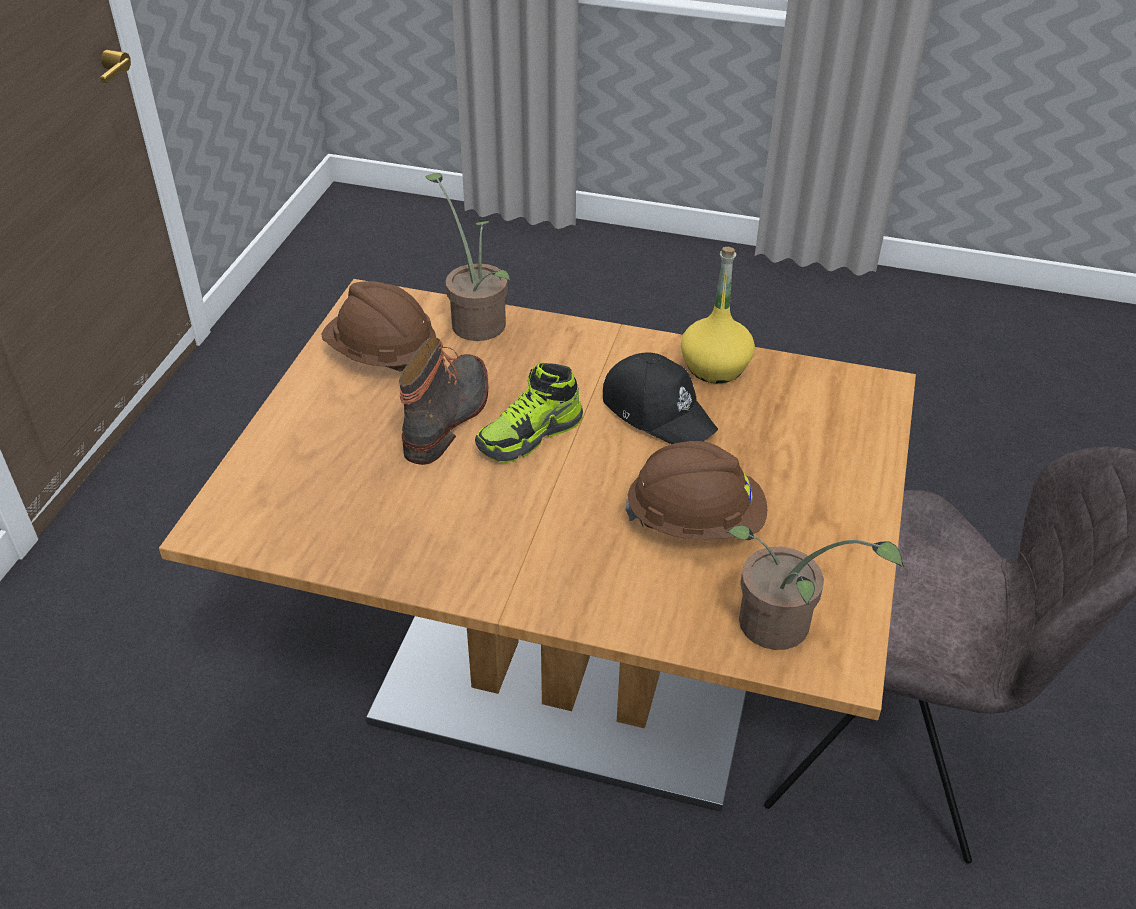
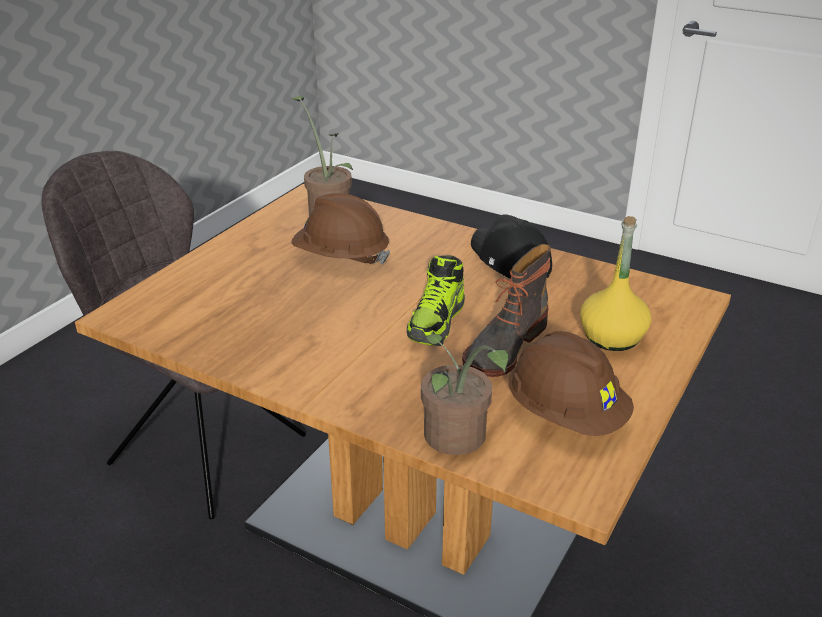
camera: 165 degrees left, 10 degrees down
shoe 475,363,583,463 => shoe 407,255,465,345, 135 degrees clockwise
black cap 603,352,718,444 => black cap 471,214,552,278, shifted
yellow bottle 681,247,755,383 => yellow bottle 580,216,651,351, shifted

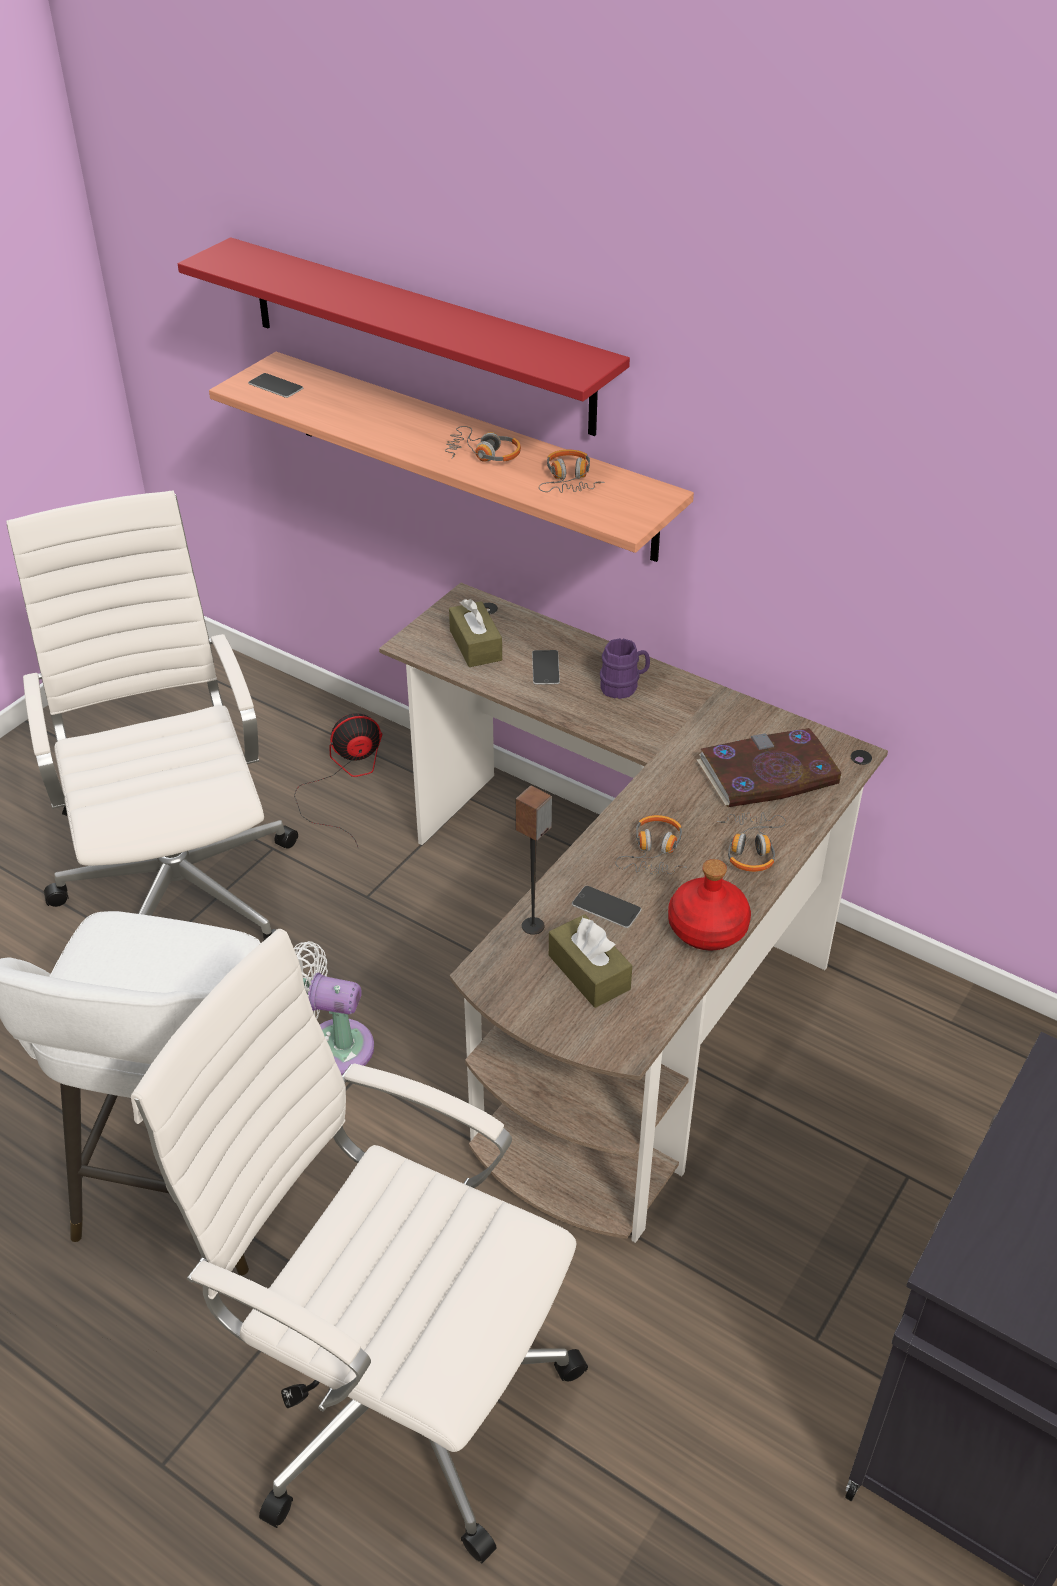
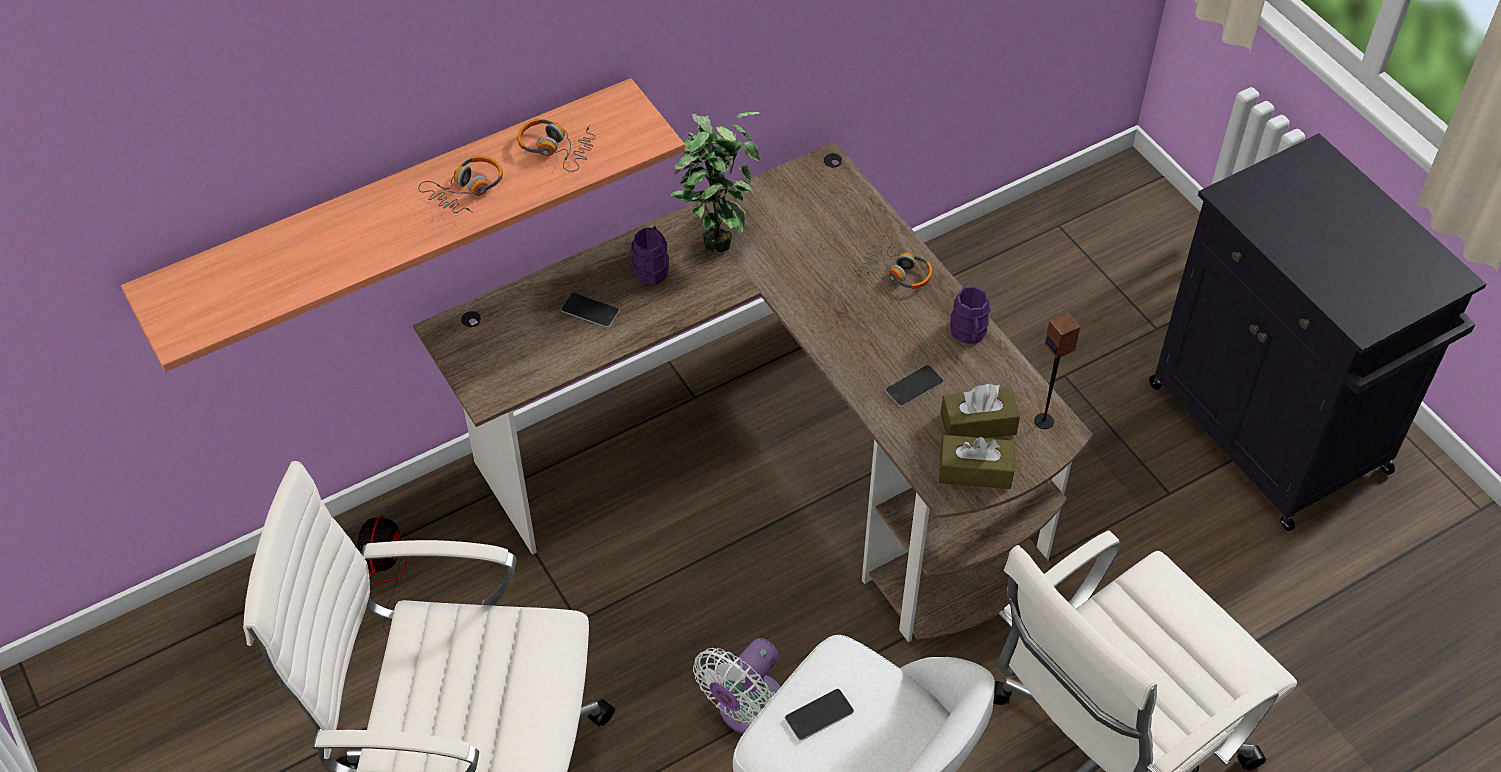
camera: 65 degrees left, 10 degrees up
nothing => potted plant 671,112,761,252
phone 248,373,303,398 => phone 785,689,854,740, shifted
brown tissue box 449,599,502,667 => brown tissue box 939,435,1015,489, shifted
red bottle 668,859,751,951 => purple mug 950,286,991,344
speaker 516,785,552,935 => speaker 1034,313,1080,429, shifted
red shelf 178,237,630,436 => nothing
headphones 615,815,687,875 => nothing
book 697,728,842,807 => nothing

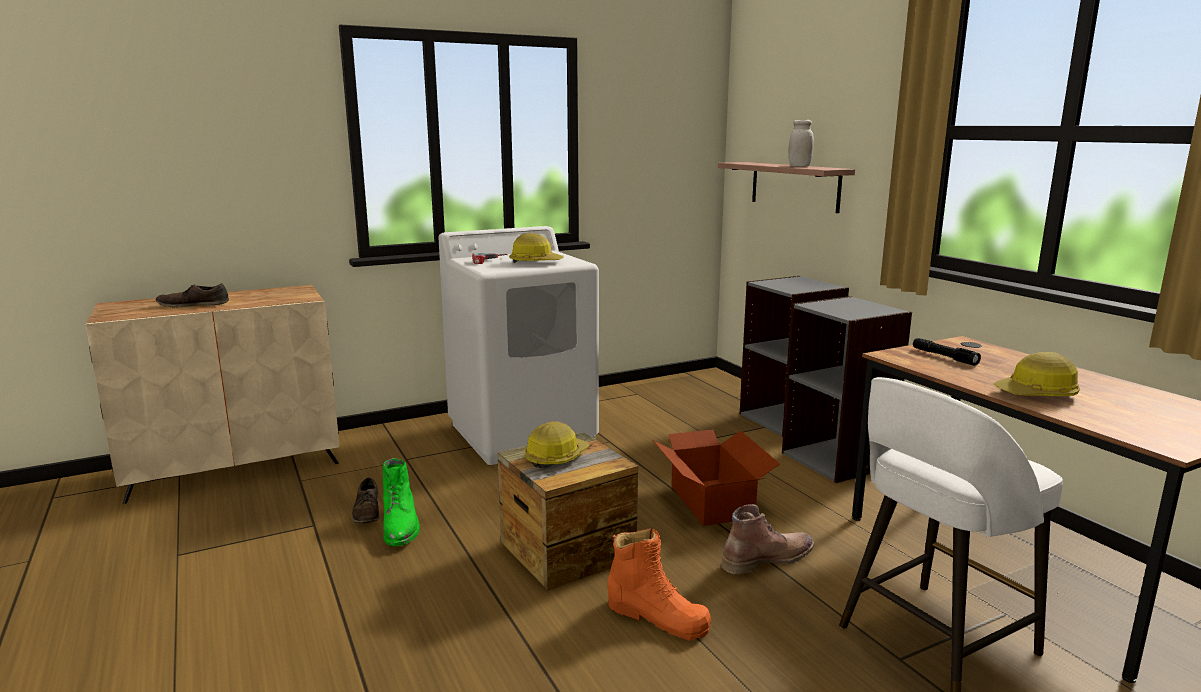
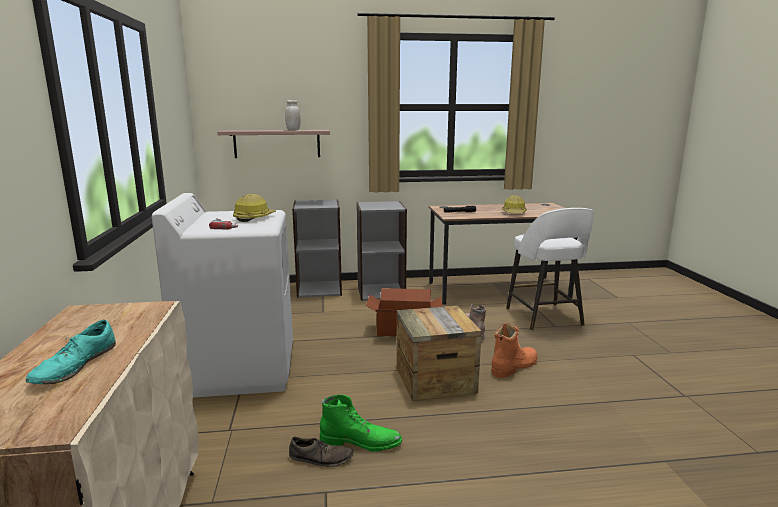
camera: 70 degrees left, 0 degrees up
brown shoe 156,283,229,307 => turquoise shoe 26,320,116,384
hard hat 525,421,589,468 => nothing

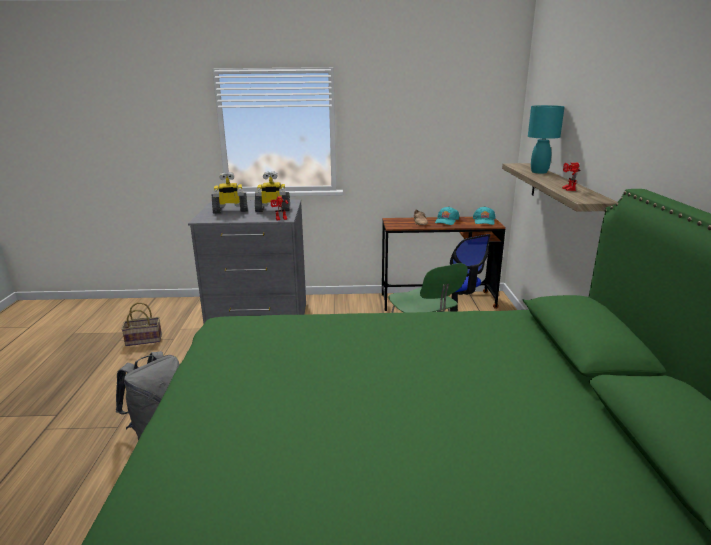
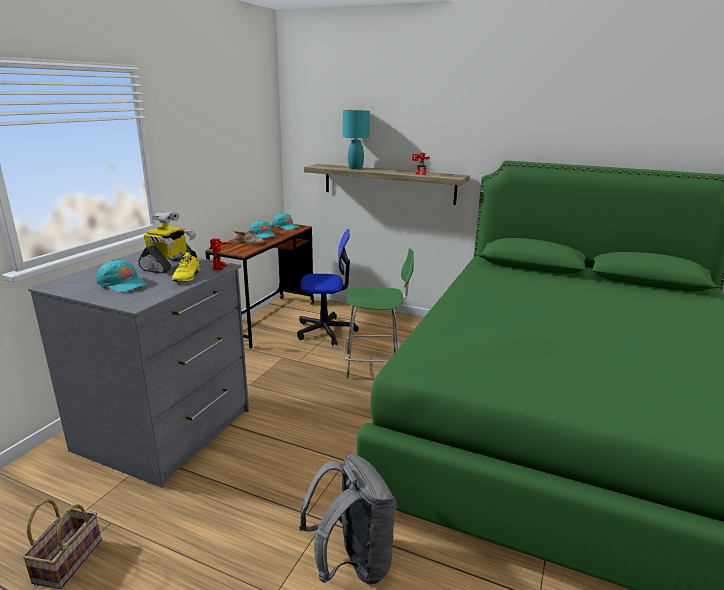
camera: 65 degrees left, 0 degrees up
toy robot 212,172,248,214 => turquoise cap 96,259,148,293
nothing => yellow shoe 172,251,201,282

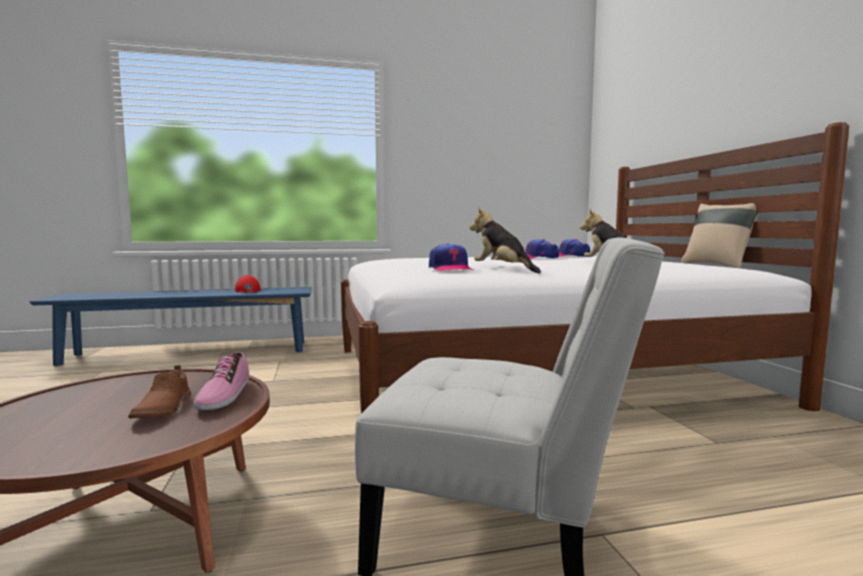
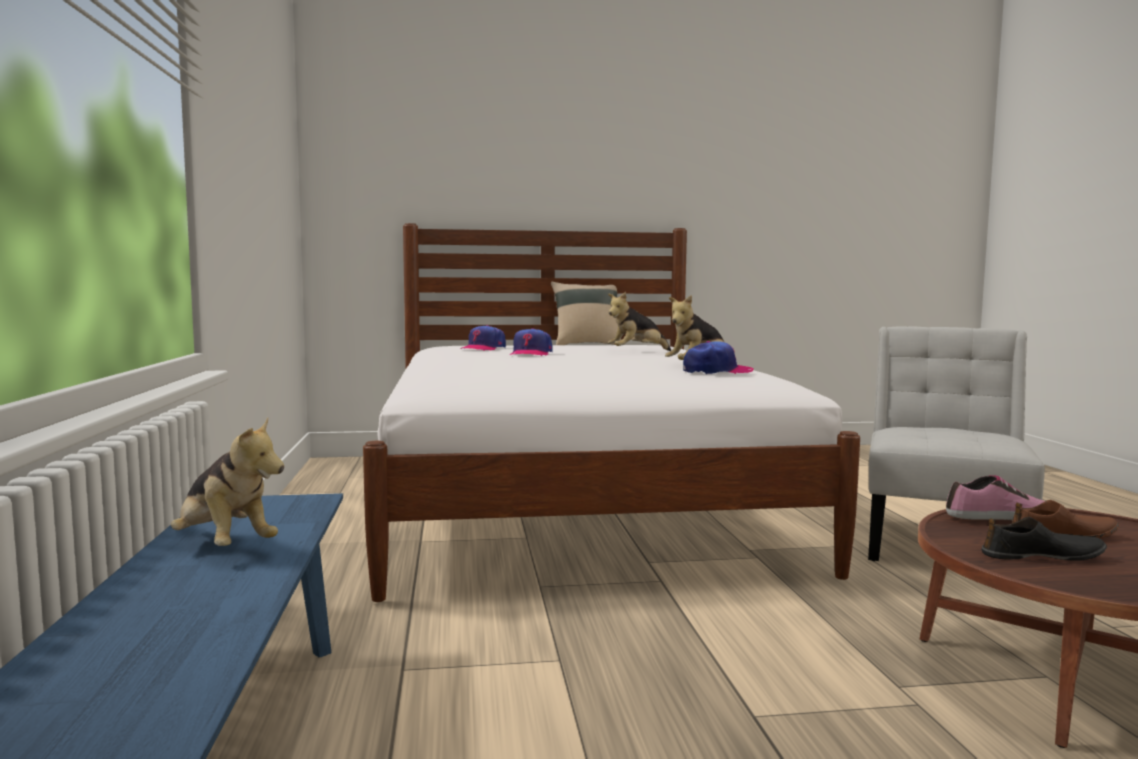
camera: 85 degrees left, 0 degrees up
red cap 235,275,261,293 => plush toy 171,417,284,546
nothing => black shoe 981,517,1107,561

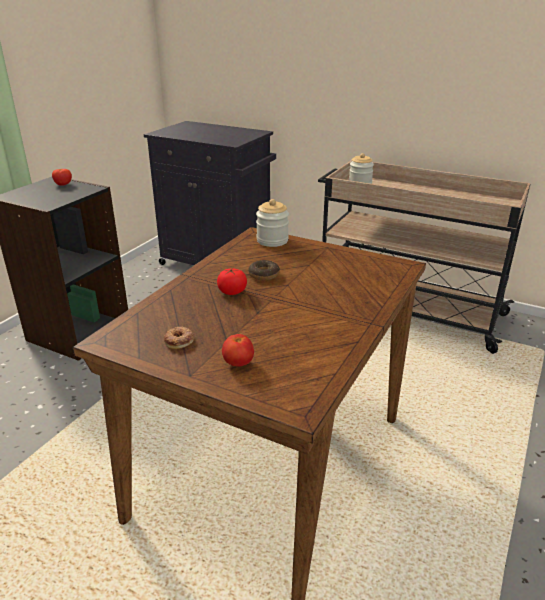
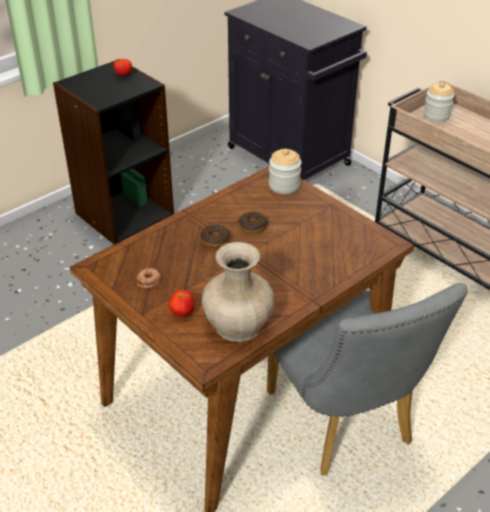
camera: 20 degrees right, 10 degrees up
tomato 217,269,247,295 => donut 200,225,230,247
nothing => beige vase 202,242,274,342
nothing => grey chair 267,283,468,476

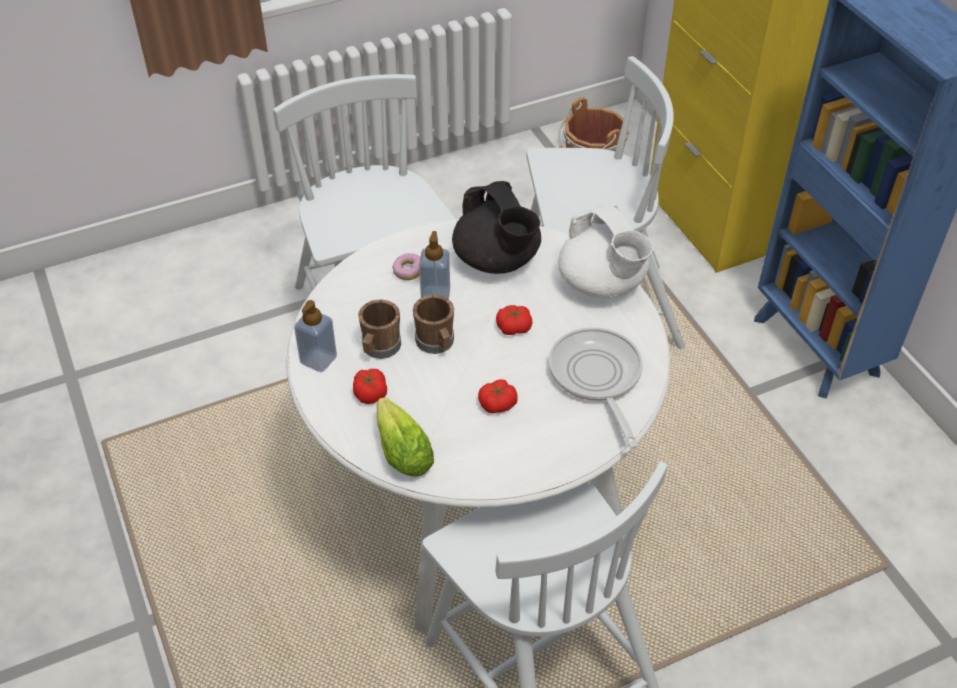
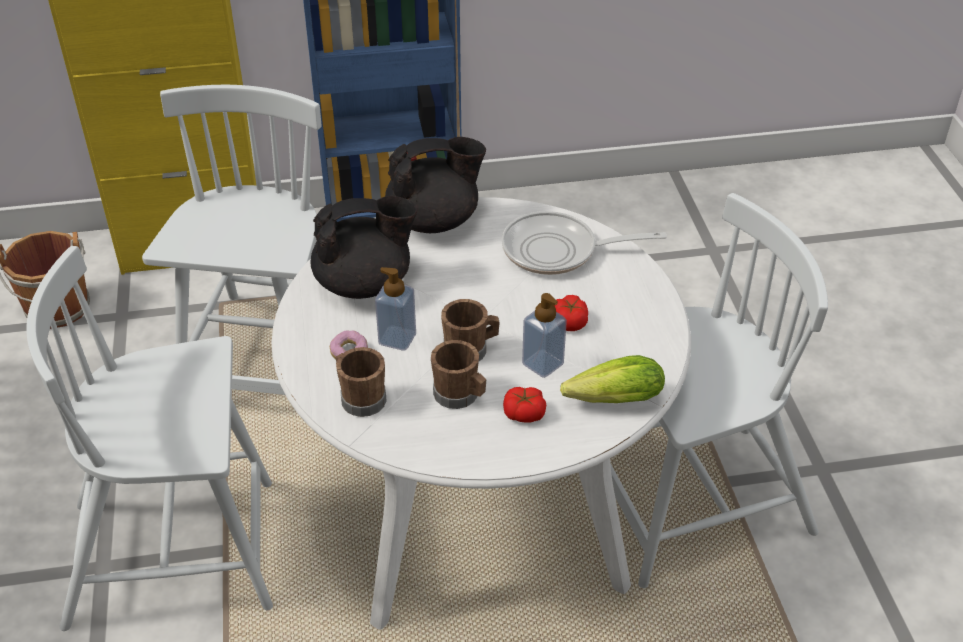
camera: 75 degrees left, 5 degrees down
nothing => brown mug 336,347,387,417
white teapot 558,204,654,299 => black teapot 385,137,486,233
soap dispenser 294,300,337,372 => soap dispenser 522,293,567,378, shifted
tomato 496,305,533,335 => nothing

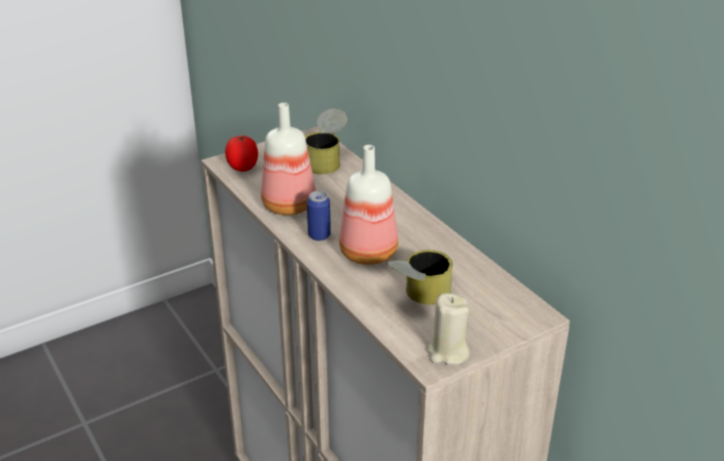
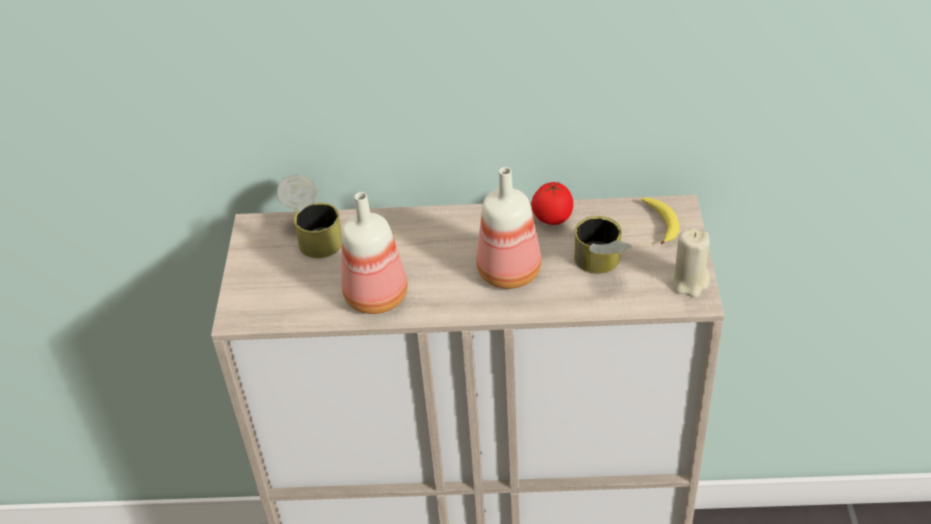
camera: 55 degrees left, 10 degrees up
tomato 225,136,258,172 => tomato 531,182,573,225, shifted
nothing => banana 641,198,679,245
can 307,191,331,241 => nothing

